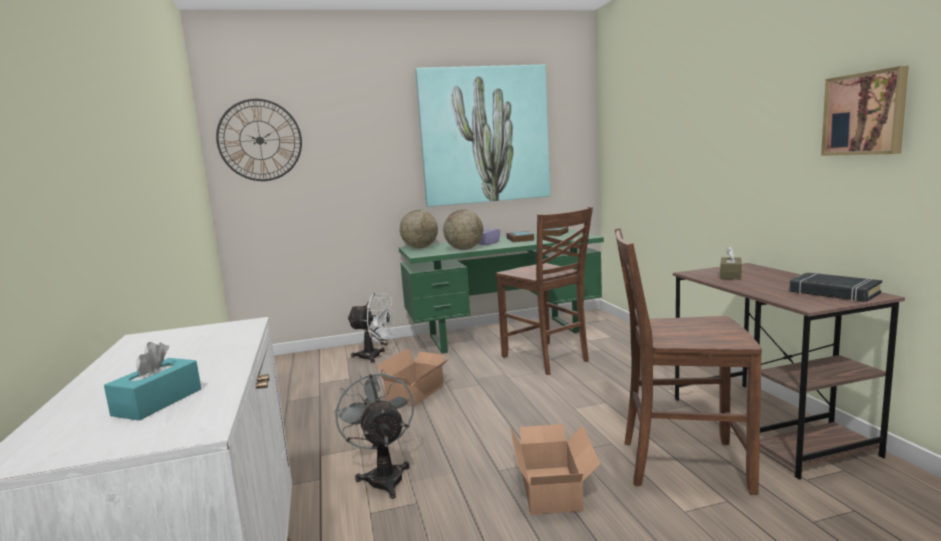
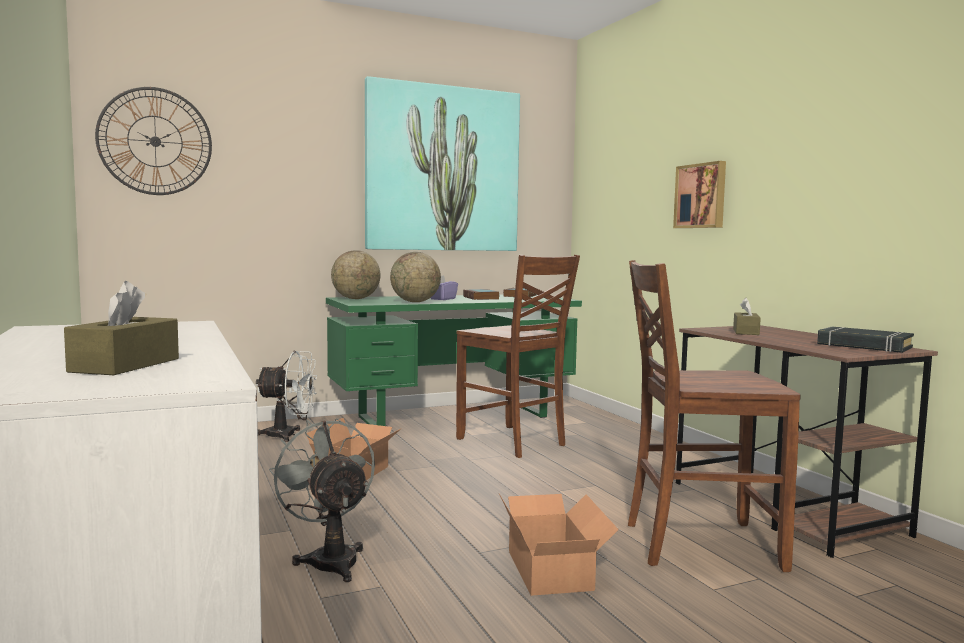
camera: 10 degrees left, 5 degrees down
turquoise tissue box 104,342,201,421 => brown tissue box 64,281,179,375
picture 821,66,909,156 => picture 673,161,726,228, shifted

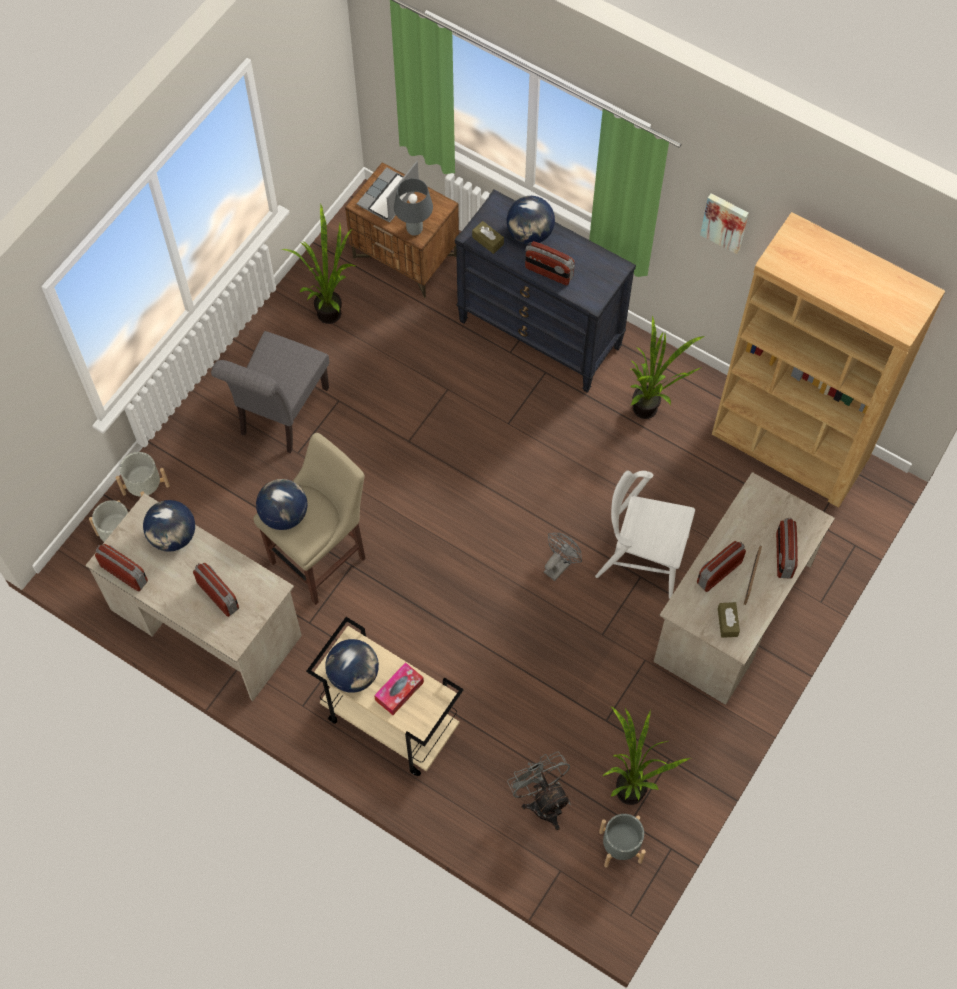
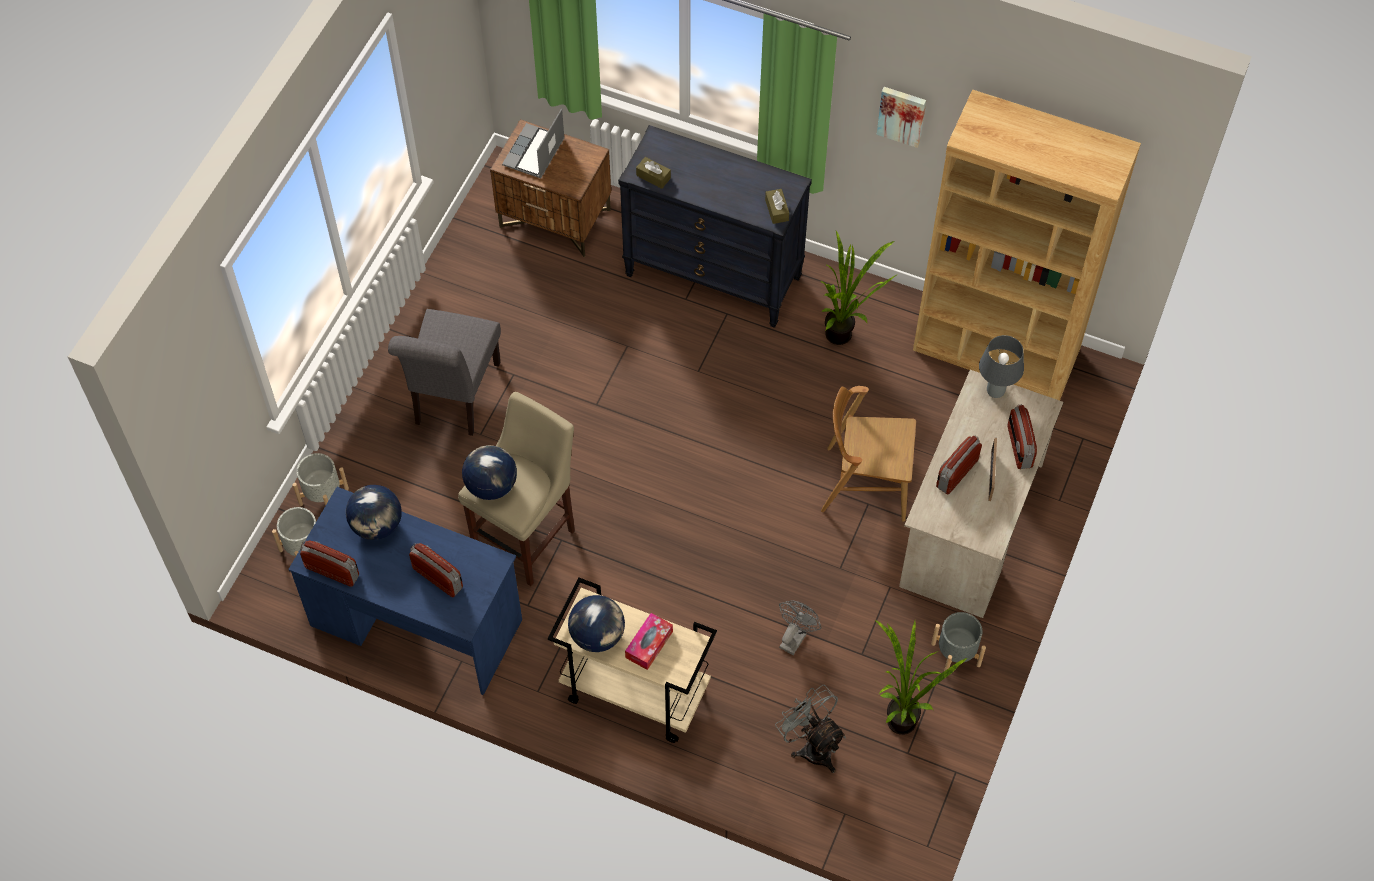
camera: 10 degrees left, 5 degrees down
beige desk 85,493,302,701 => blue desk 288,487,522,695
brown tissue box 718,602,740,638 => brown tissue box 765,189,789,224, shifted
grey fan 544,533,582,581 => grey fan 779,600,822,655, shifted
white chair 595,471,695,599 => brown chair 821,386,916,522
grey planter 599,814,646,868 => grey planter 931,612,986,671, shifted
grey table lamp 394,178,433,236 => grey table lamp 979,335,1024,398, shifted
potted plant 281,204,355,324 => nothing
globe 506,196,555,245 => nothing
radio 525,241,575,285 => nothing

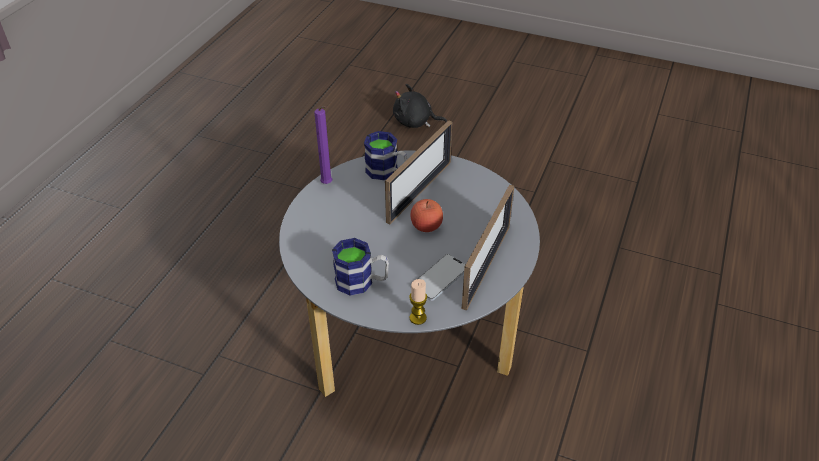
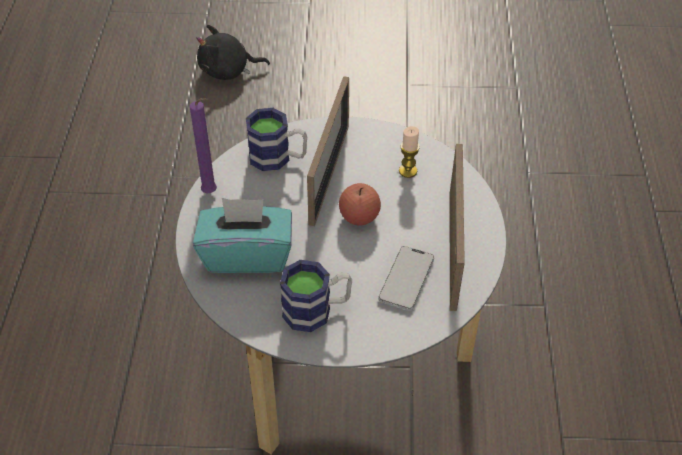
camera: 20 degrees left, 5 degrees up
nothing => turquoise tissue box 193,198,292,273
candle 409,279,427,325 => candle 399,126,420,178, shifted

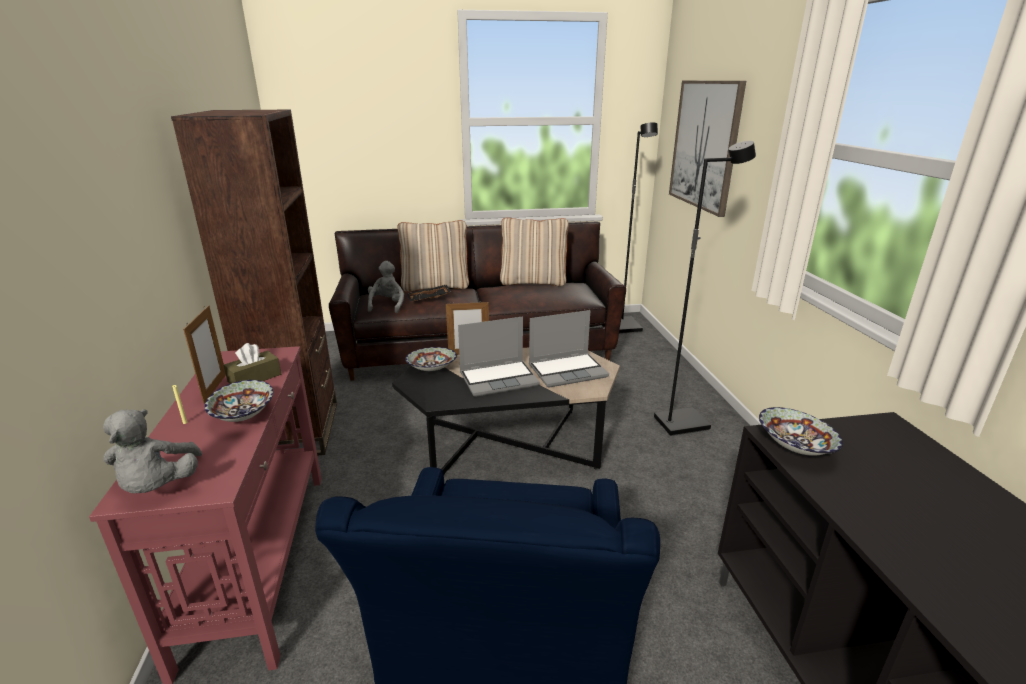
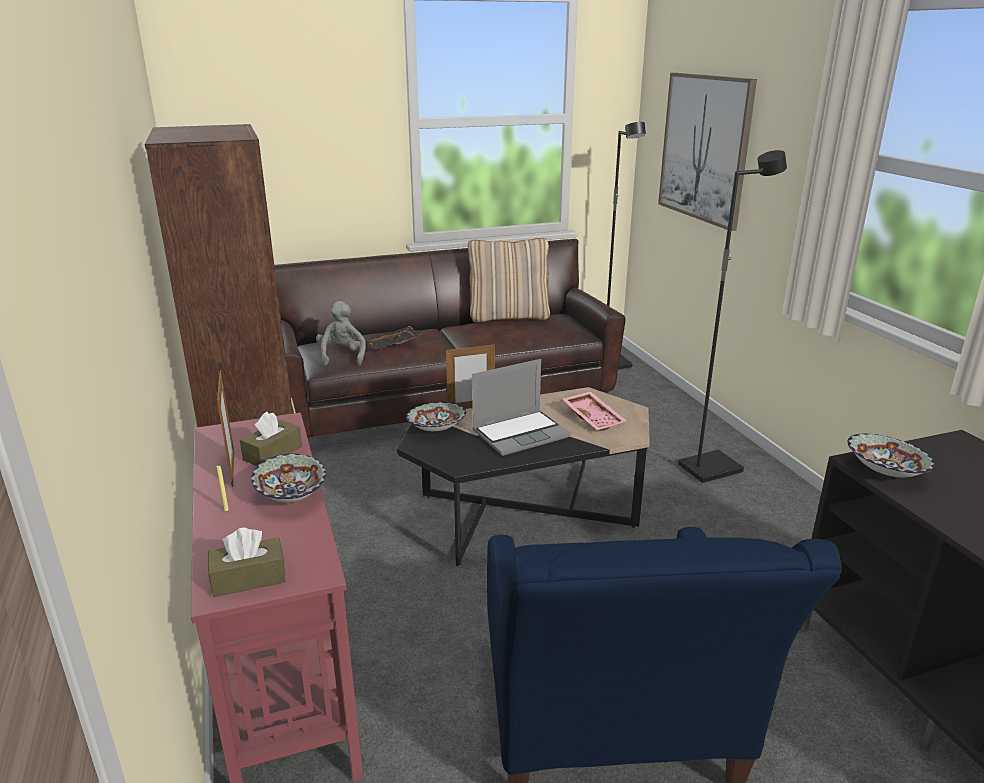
camera: 10 degrees left, 0 degrees up
grey plush toy 103,409,202,493 => brown tissue box 208,527,286,597
laptop 529,310,609,388 => pink tray 562,391,627,431
beige pillow 397,220,469,292 => nothing

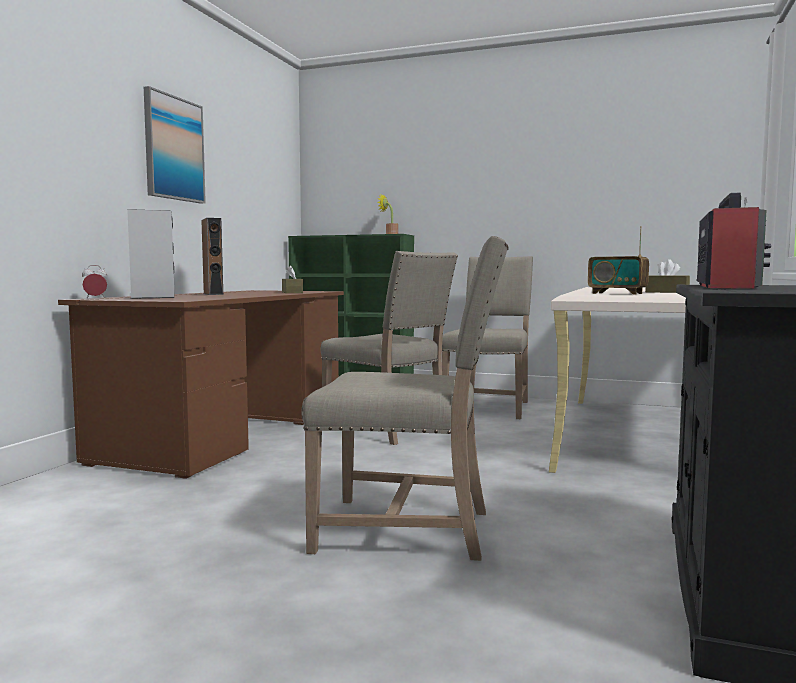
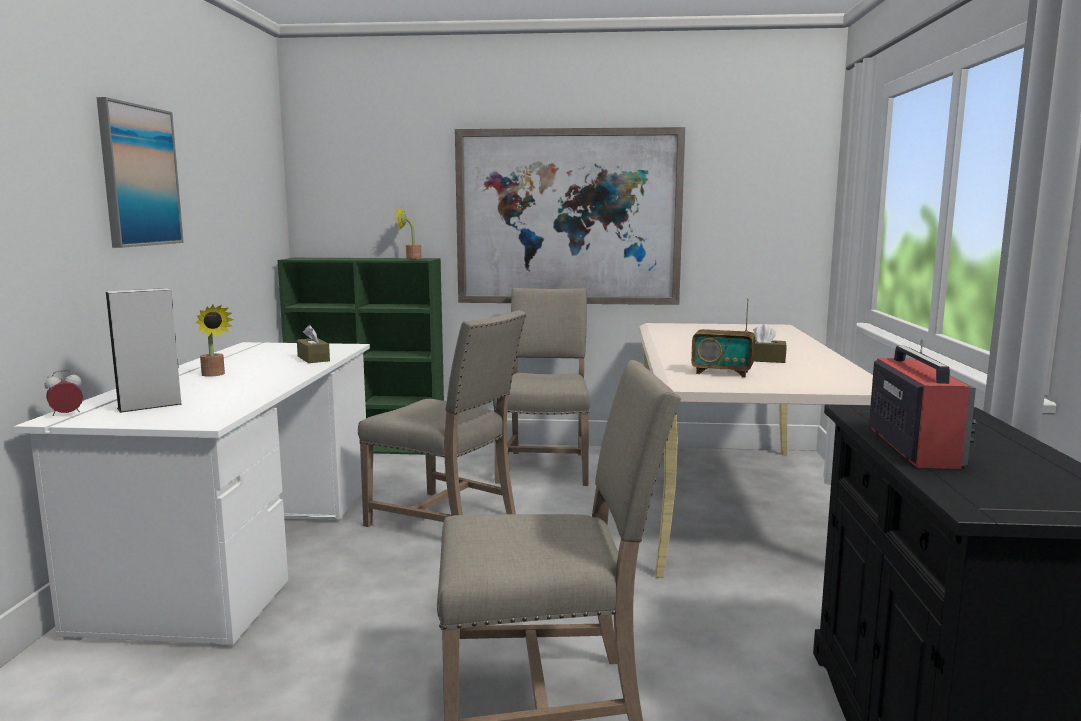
camera: 15 degrees left, 5 degrees up
brown desk 58,290,344,479 => white desk 14,342,370,647
brown speaker 201,218,223,295 => potted plant 196,305,234,377
nothing => picture 455,127,685,305

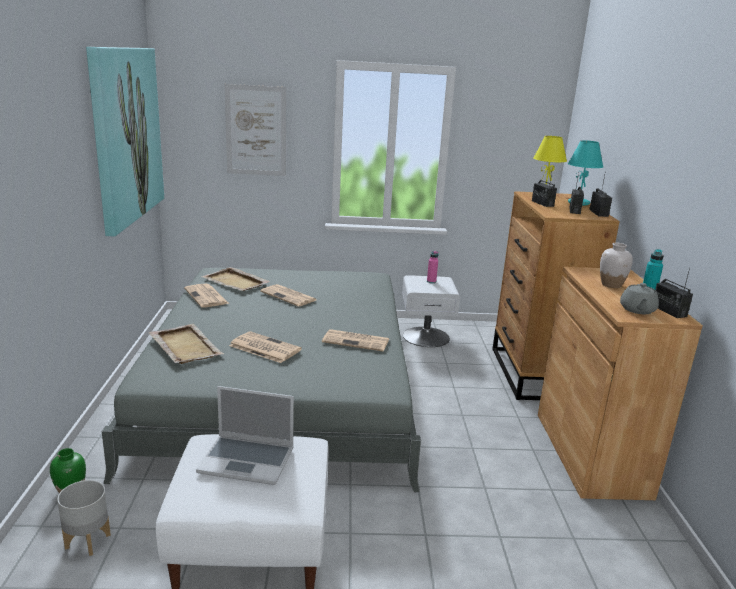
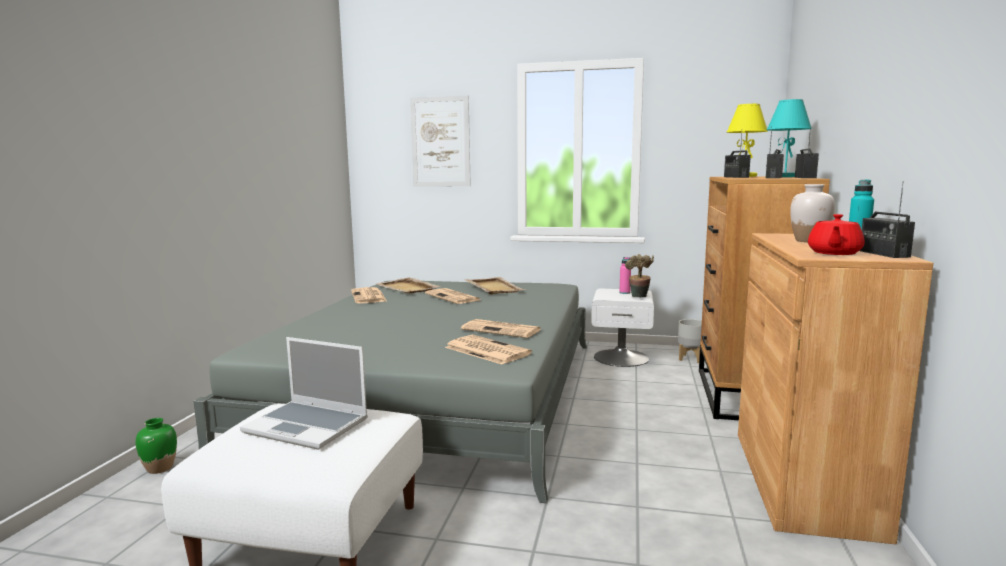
camera: 15 degrees right, 10 degrees down
newspaper 229,331,302,363 => newspaper 445,335,532,365, shifted
beige tray 148,324,224,364 => beige tray 465,277,525,294, shifted
nothing => potted plant 625,254,654,298
grey planter 57,480,111,556 => grey planter 678,319,702,363, shifted
grey teapot 620,283,659,314 => red teapot 808,214,865,255
picture 86,47,164,237 => nothing

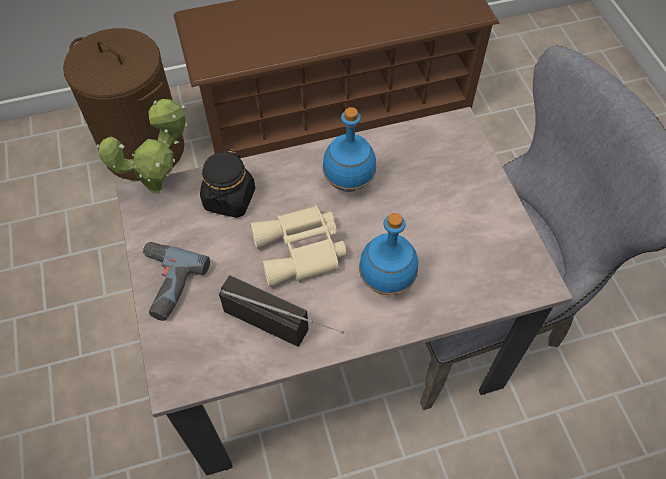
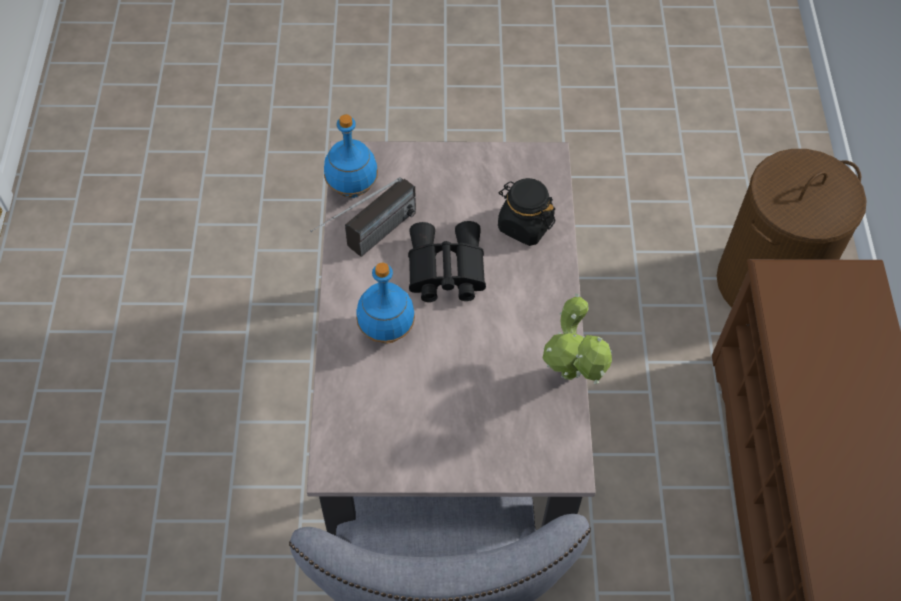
camera: 105 degrees right, 0 degrees up
blue bottle 322,107,376,192 => blue bottle 324,114,378,198, shifted
beige binoculars 250,205,347,287 => black binoculars 408,221,486,302
potted plant 97,99,188,194 => potted plant 543,294,613,384, shifted
power drill 142,242,210,321 => nothing

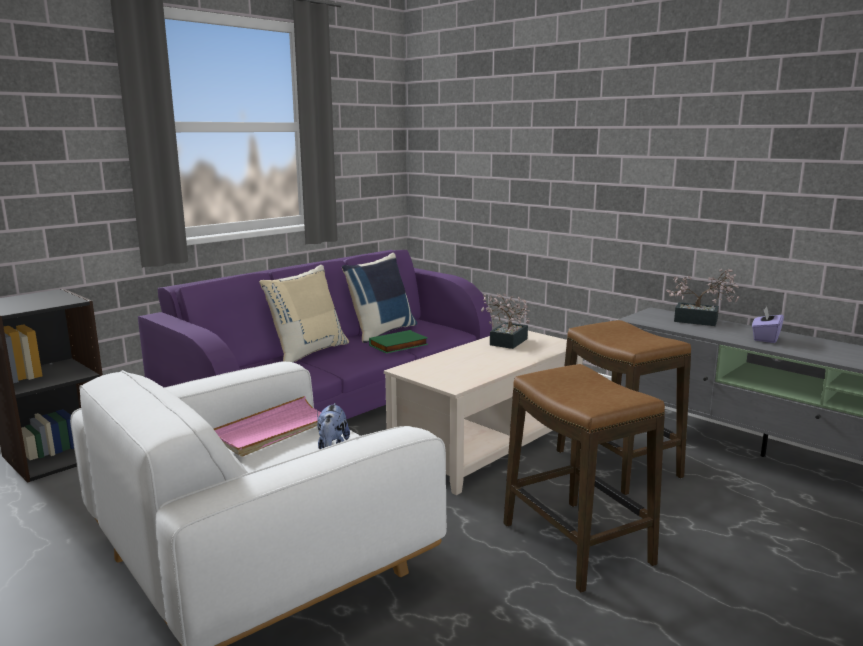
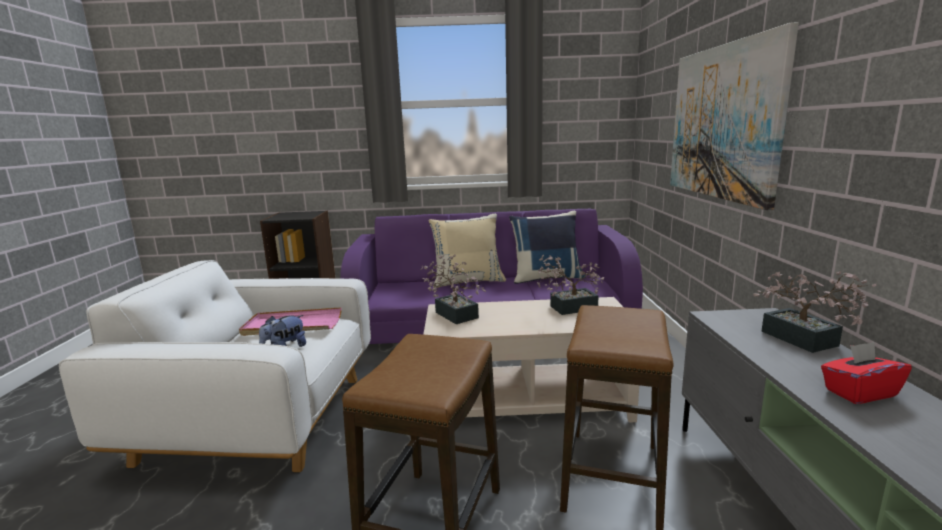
camera: 45 degrees right, 0 degrees up
nothing => potted plant 421,254,486,324
nothing => picture 670,22,799,210
purple tissue box 752,306,784,343 => red tissue box 821,342,912,404
green book 369,330,428,354 => nothing

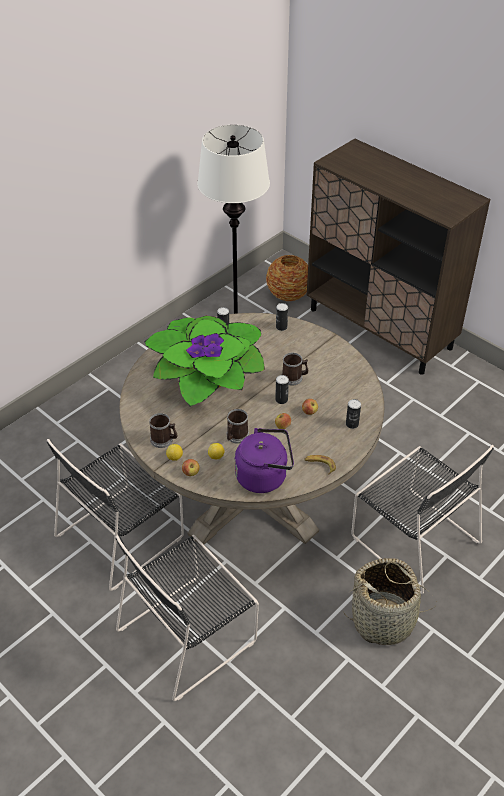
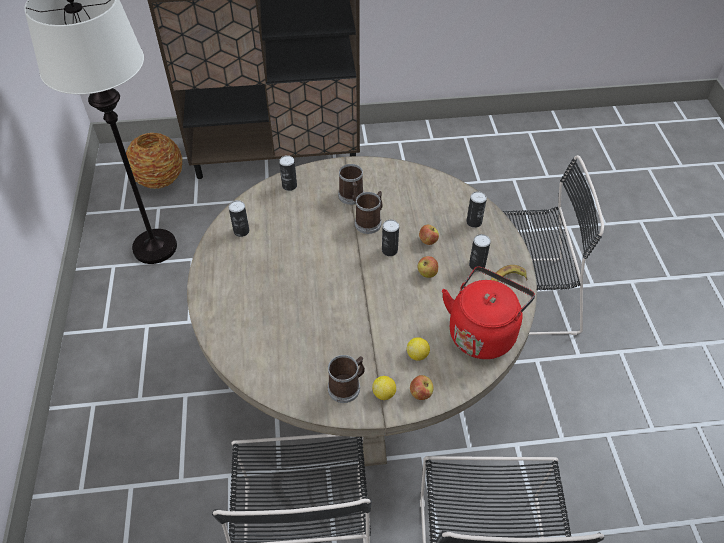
camera: 50 degrees left, 5 degrees up
mug 227,409,249,444 => mug 338,164,364,205, shifted
purple kettle 235,428,294,493 => red kettle 442,267,535,359
nothing => can 469,234,491,270
potted plant 144,316,265,407 => nothing
basket 344,558,437,645 => nothing

